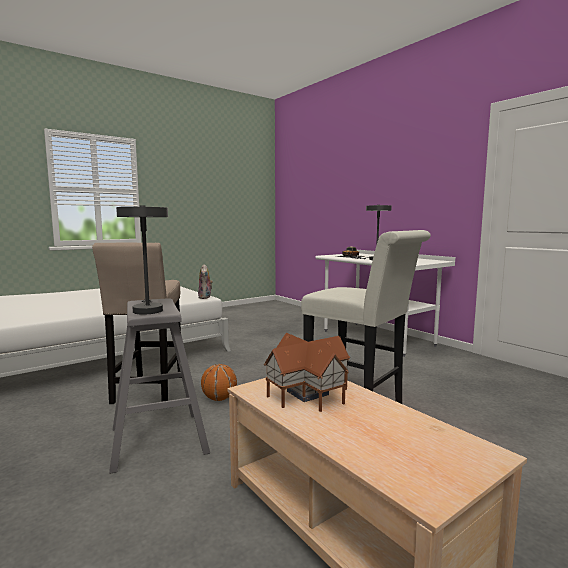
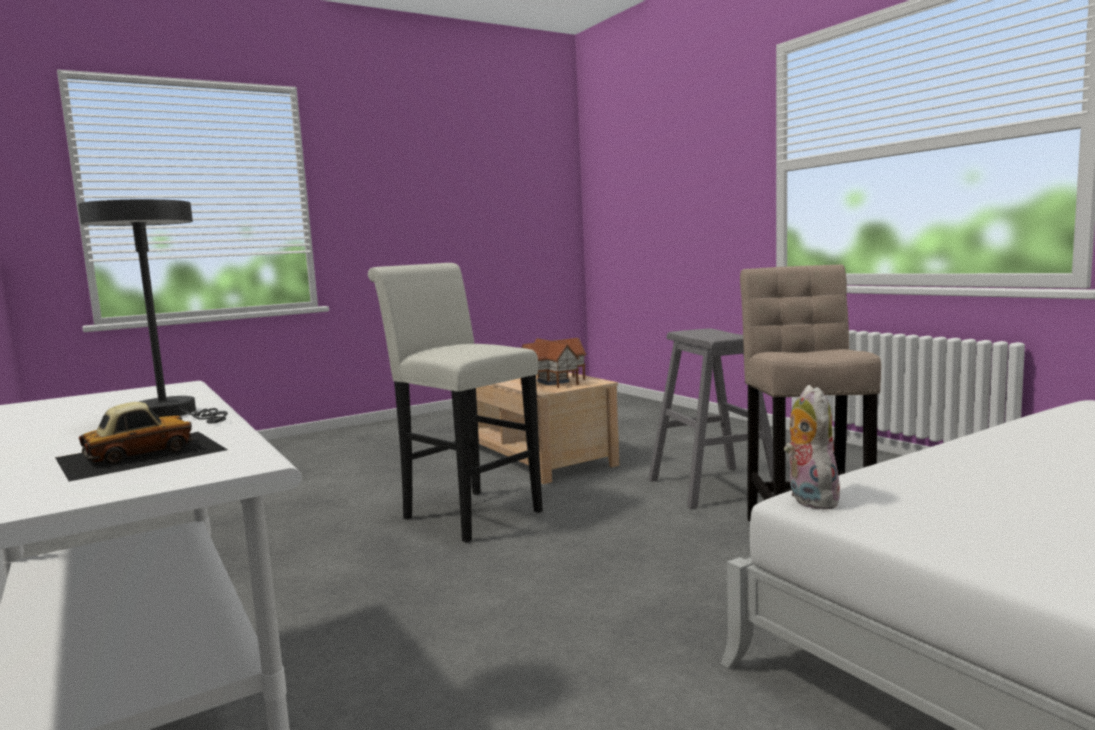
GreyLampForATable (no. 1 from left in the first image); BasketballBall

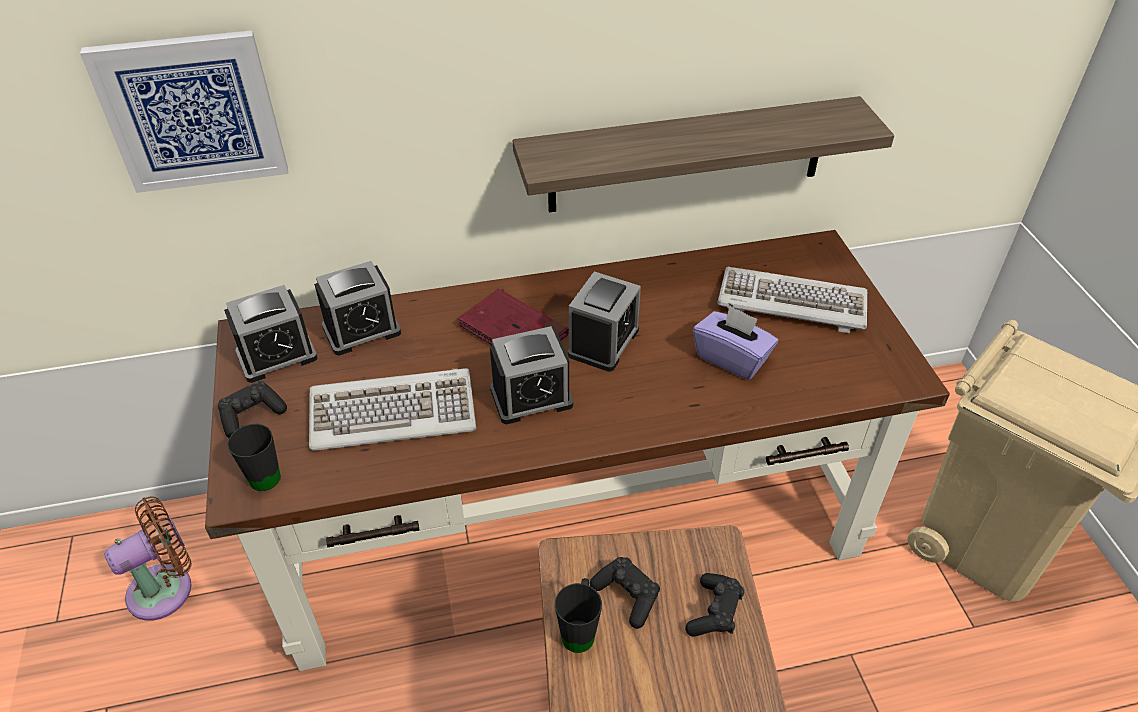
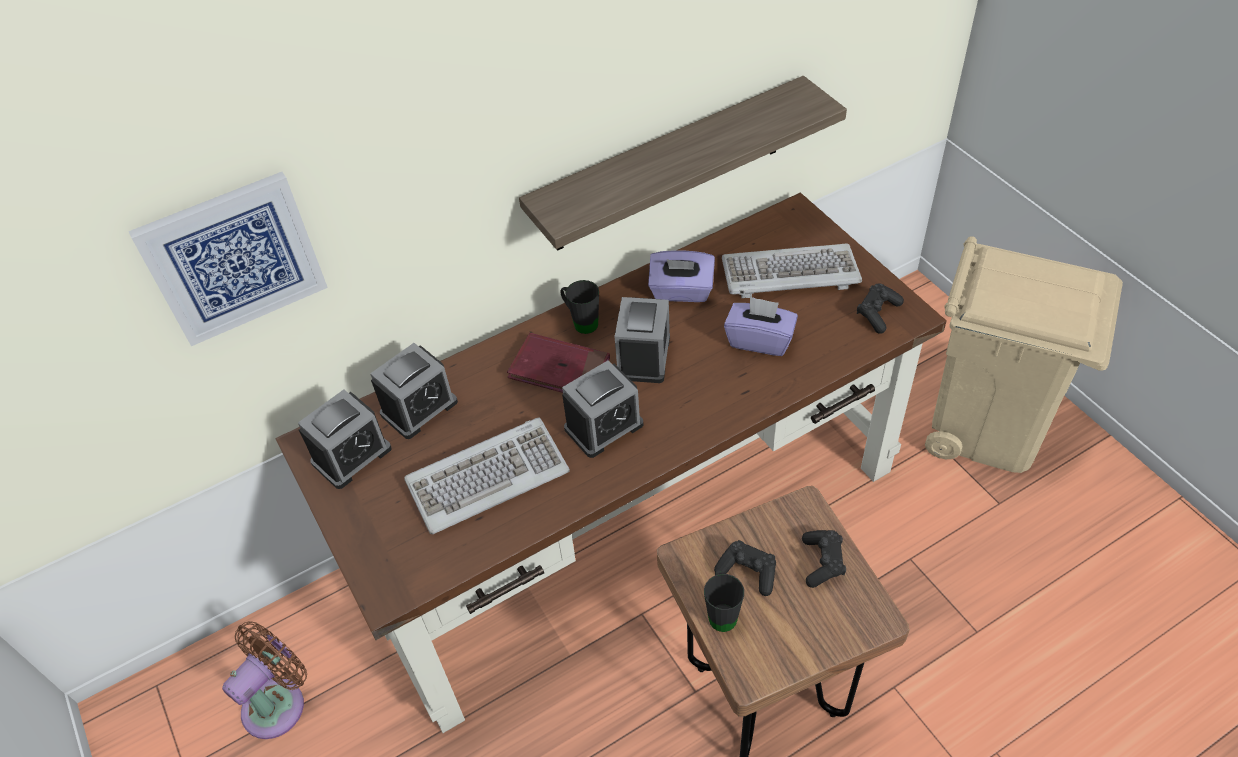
BlackCoffeeMug (no. 1 from left); PurpleColouredBoxOfTissues (no. 1 from left); BlackGameController (no. 3 from left)

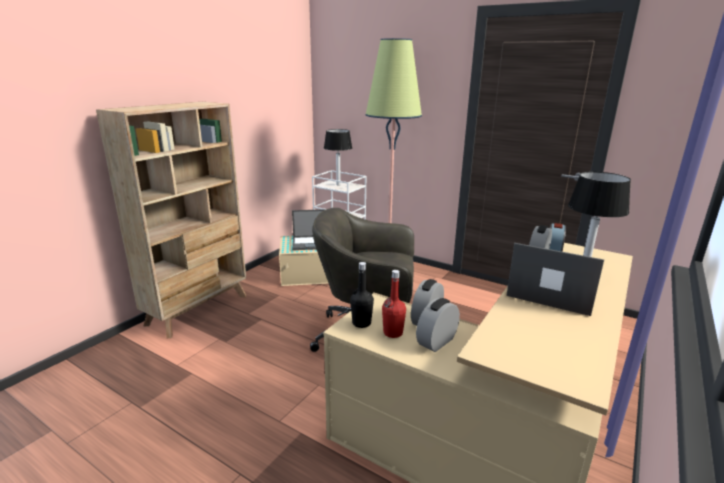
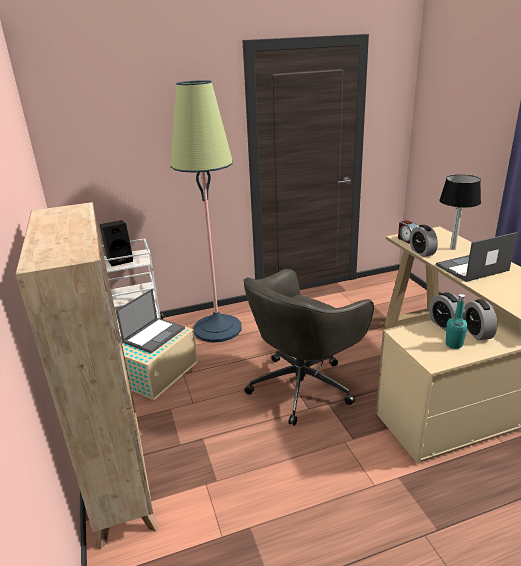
BlackSpeaker; TurquoiseColouredBeverageBottle; BlackBeverageBottle

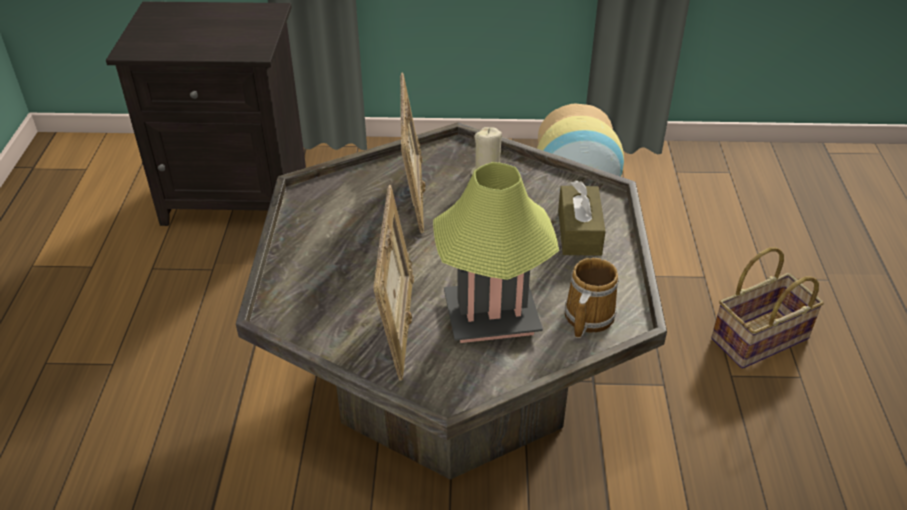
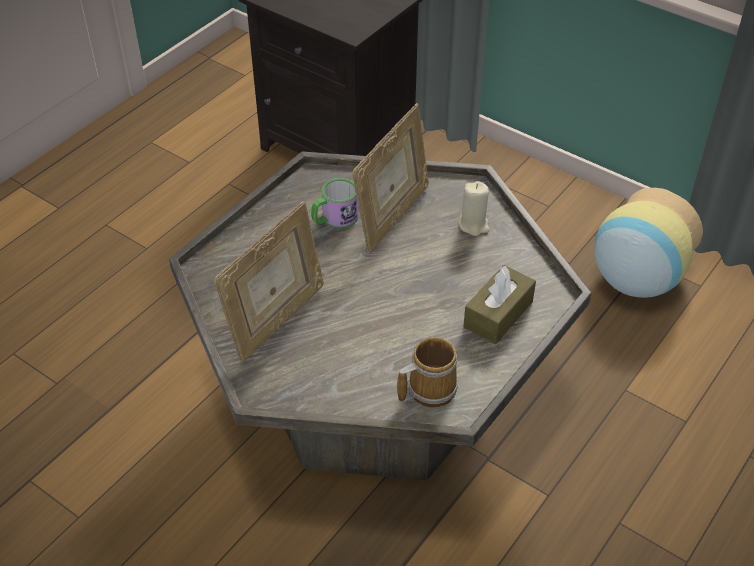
CoffeeMug (no. 1 from left); LampForATable; HouseholdBasket

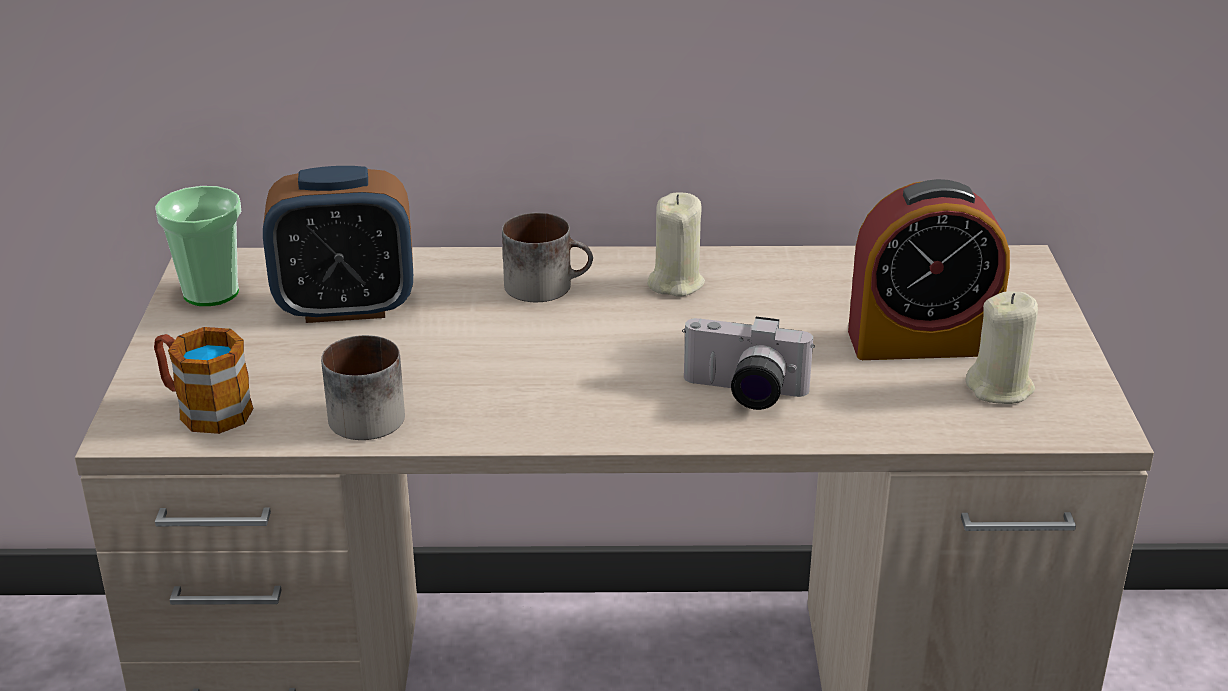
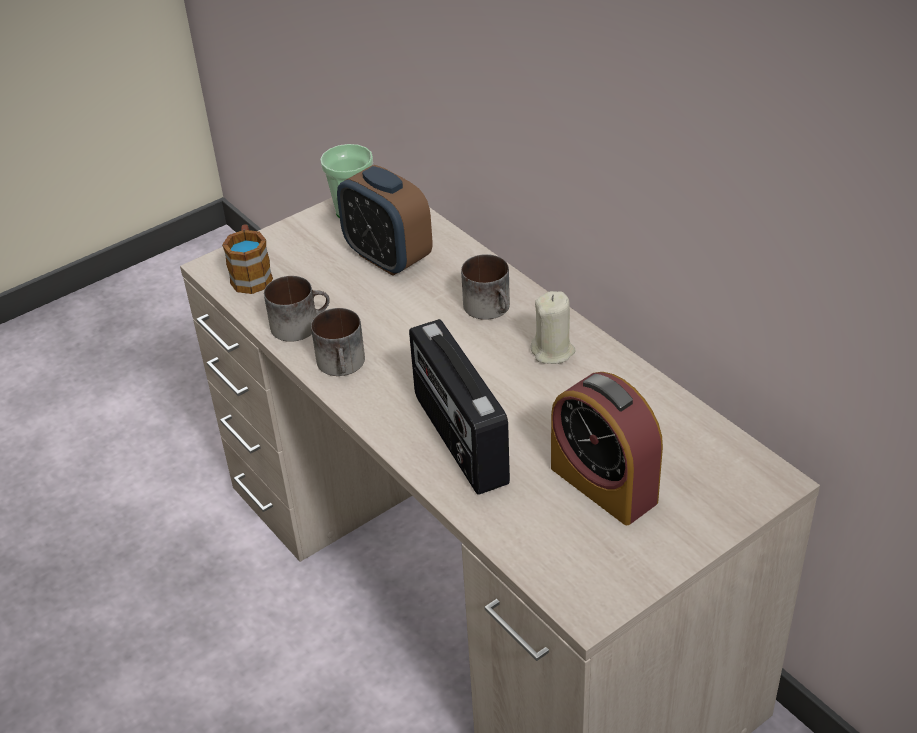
CoffeeMug (no. 3 from left); RadioSet; BeigeWaxLight (no. 2 from left in the first image)

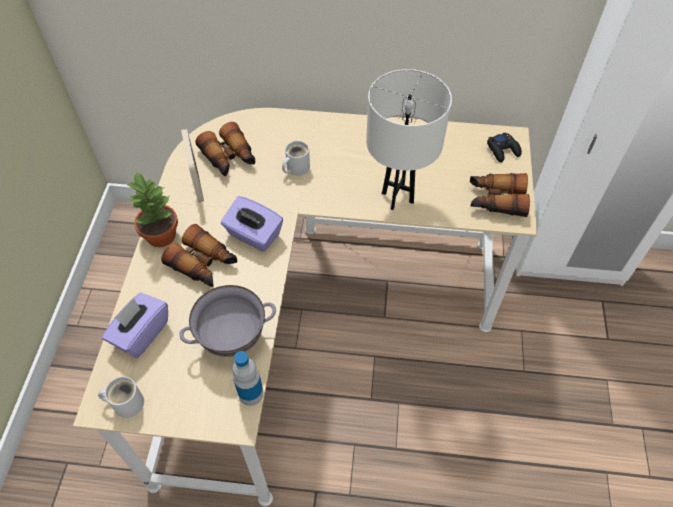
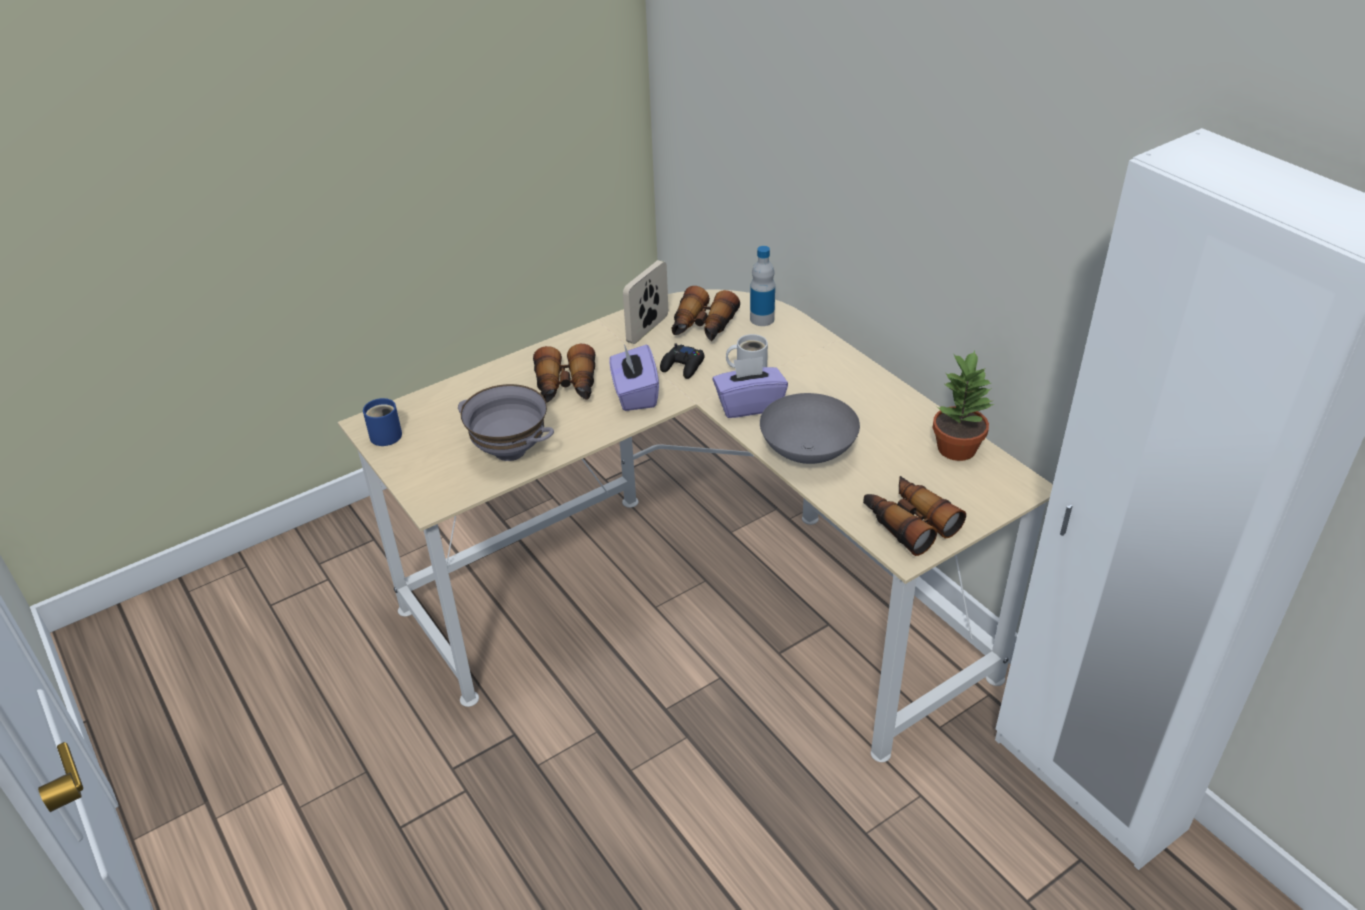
BluishCoffeeMug; BlackGameController; PurpleColouredBoxOfTissues (no. 2 from left); BeverageBottle; GreyBowl (no. 2 from left); Houseplant

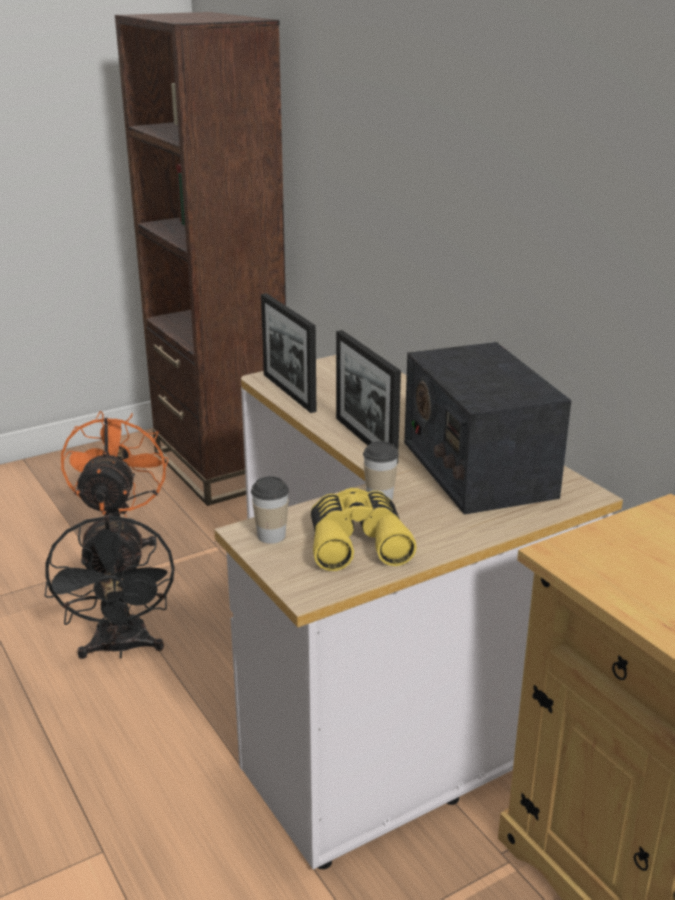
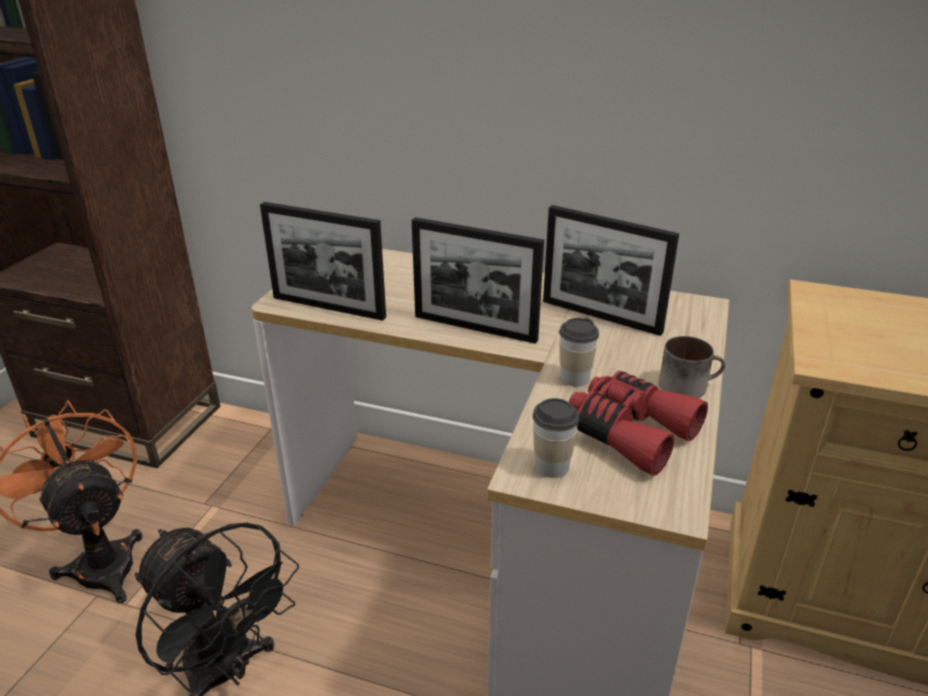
StandingFrame (no. 3 from left); ReddishBinoculars; CoffeeMug

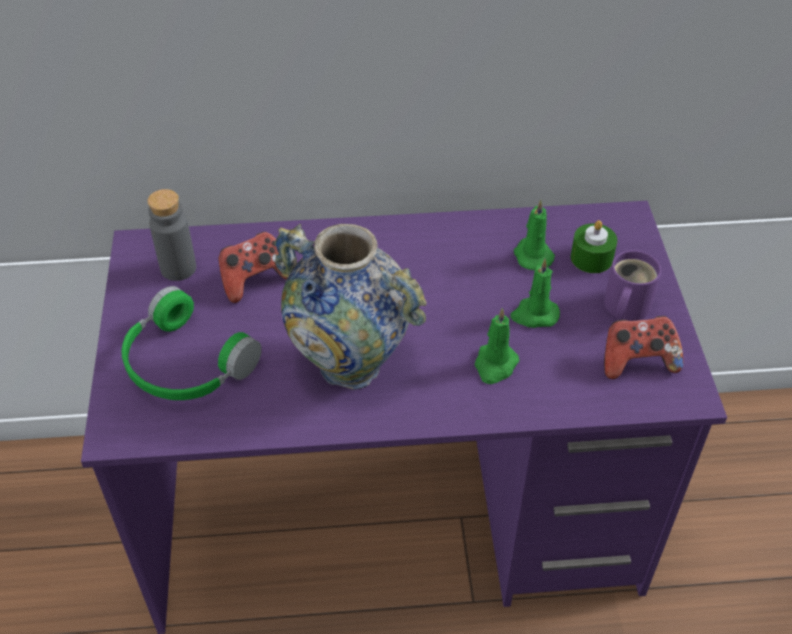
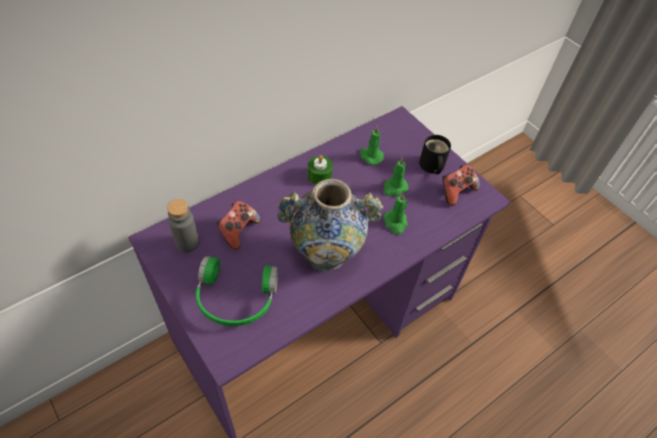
GreenColouredWaxLight (no. 1 from left); BlackCoffeeMug

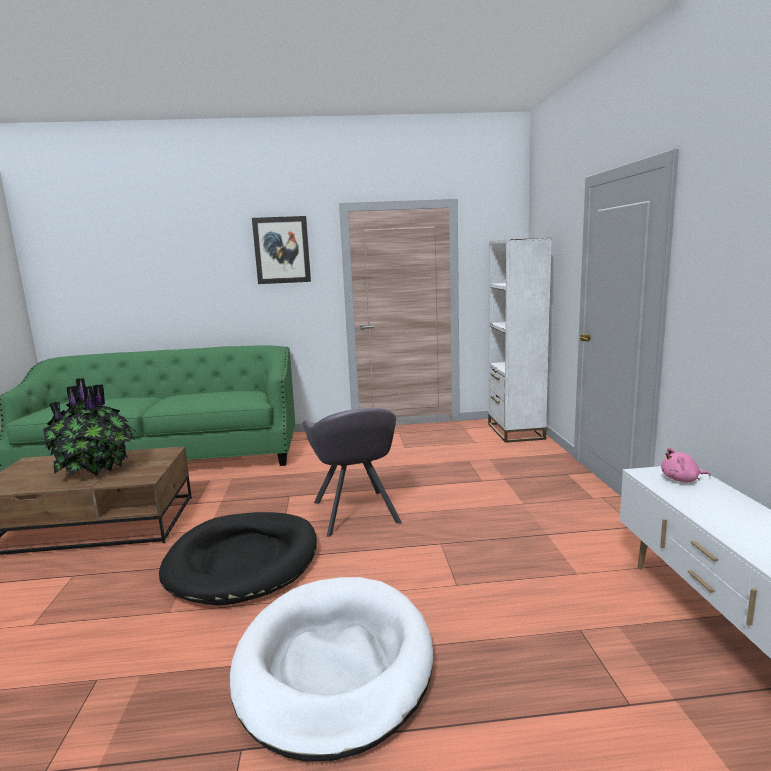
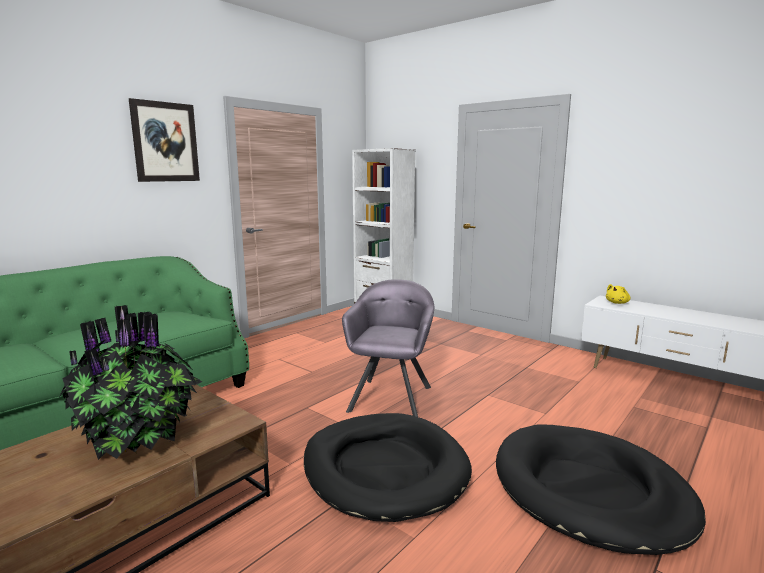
GreyLoungeChair; BlackPetBed (no. 2 from left); YellowColouredSoftToy

